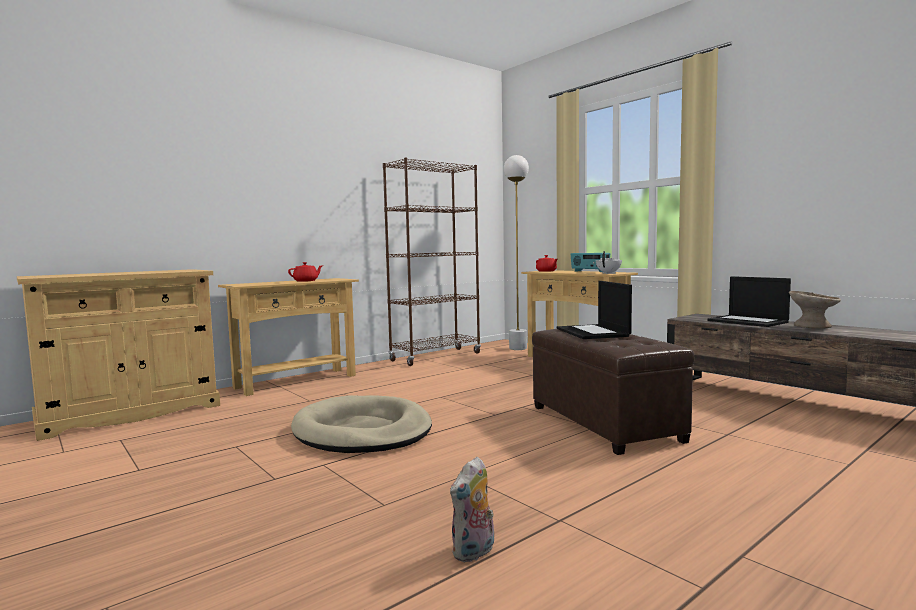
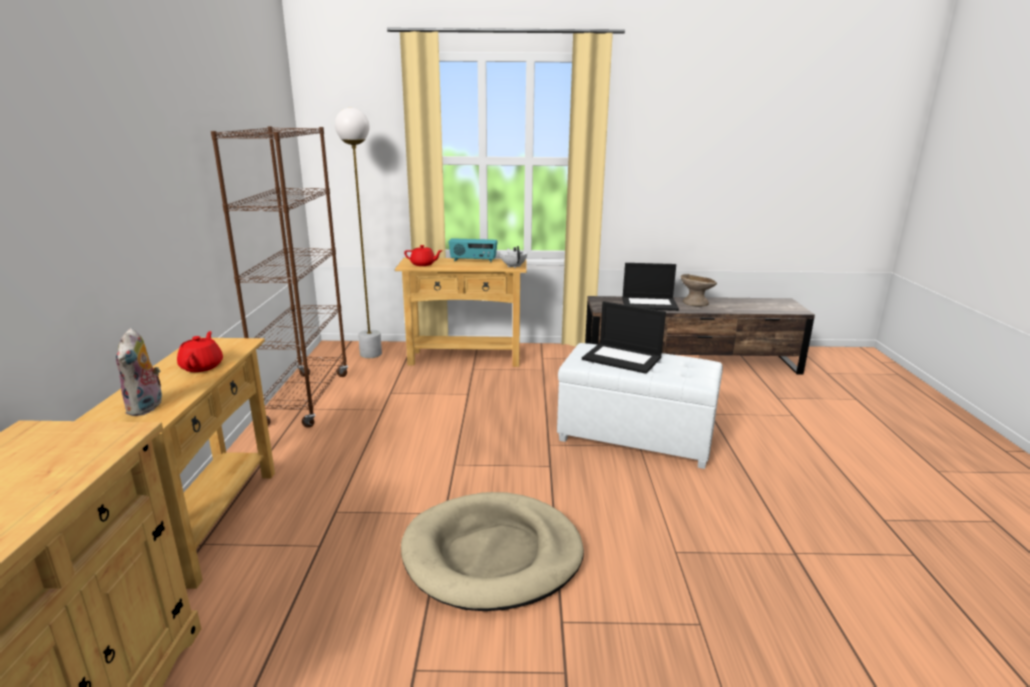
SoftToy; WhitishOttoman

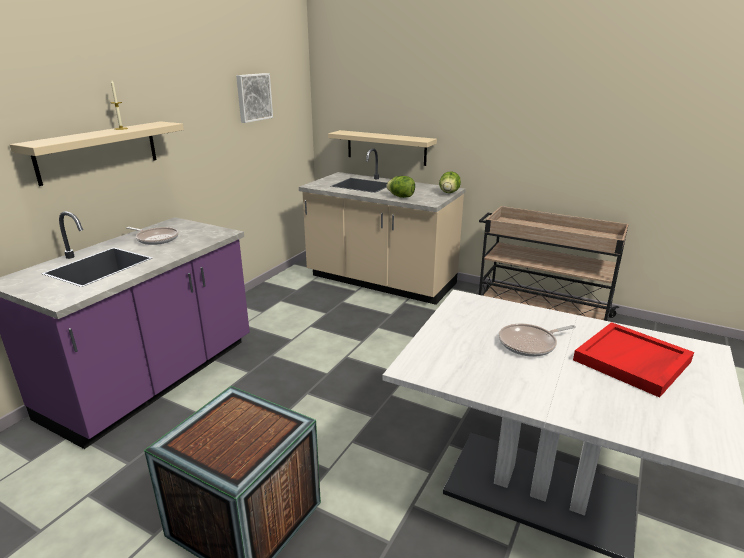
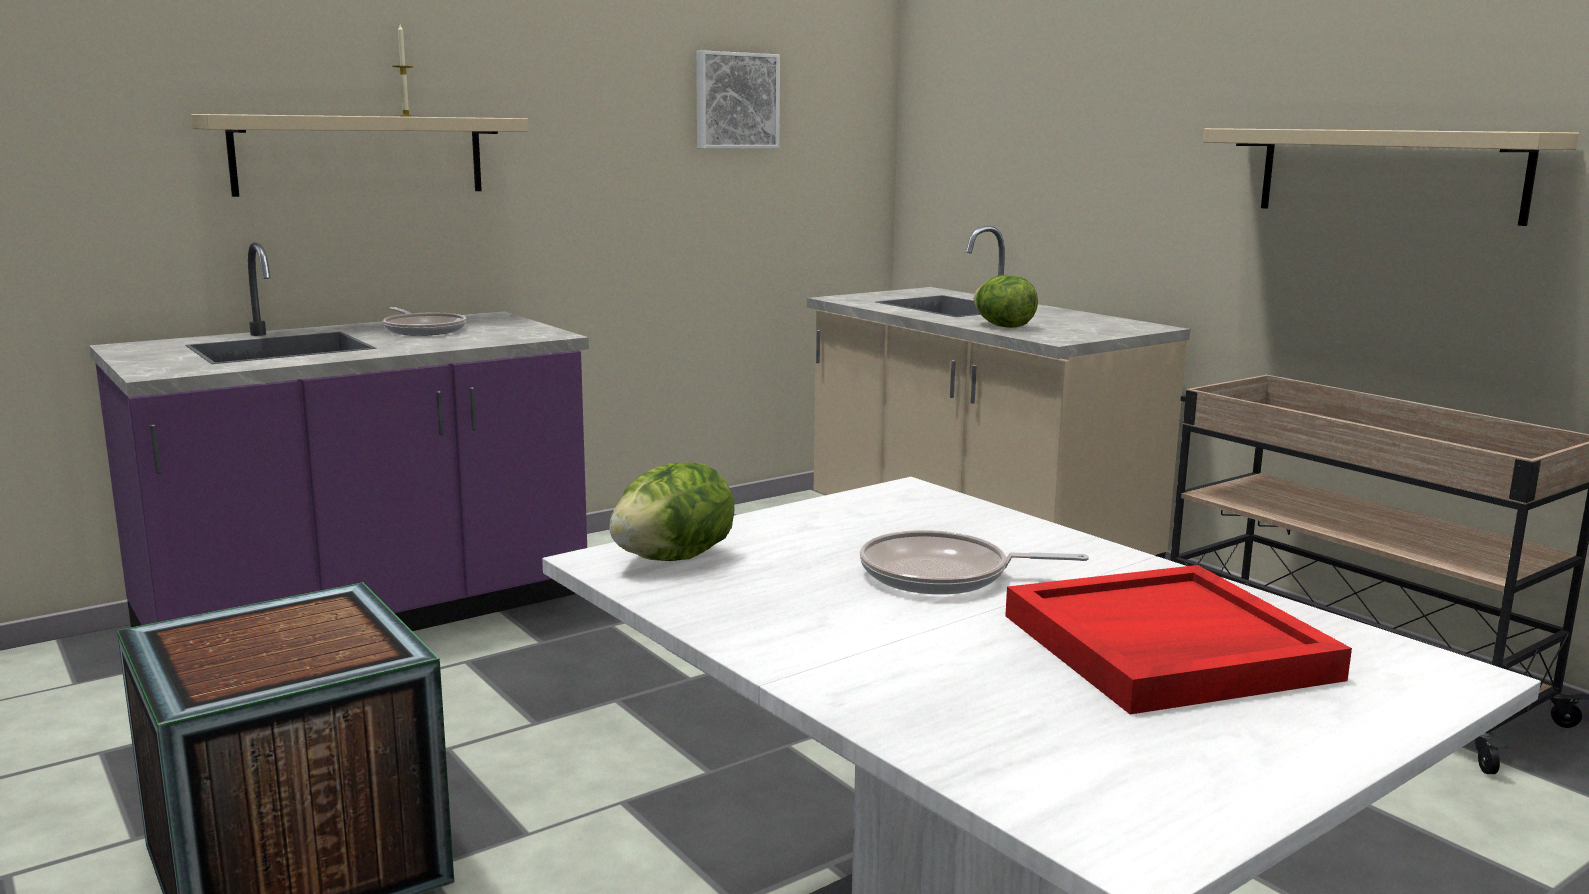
Lettuce (no. 1 from left); BeigeBracketShelf (no. 2 from left)

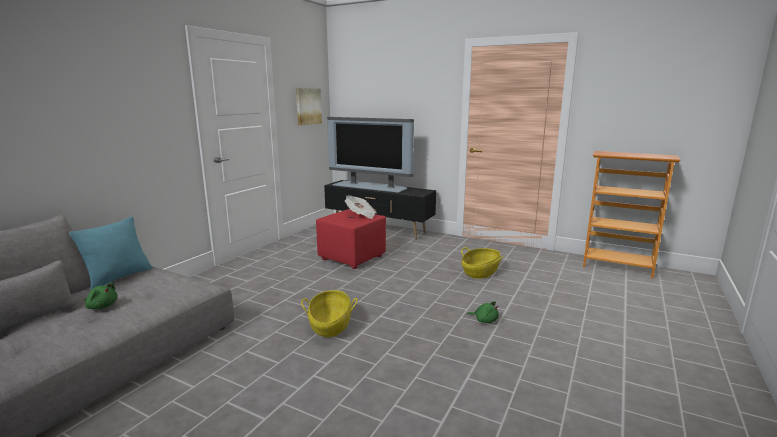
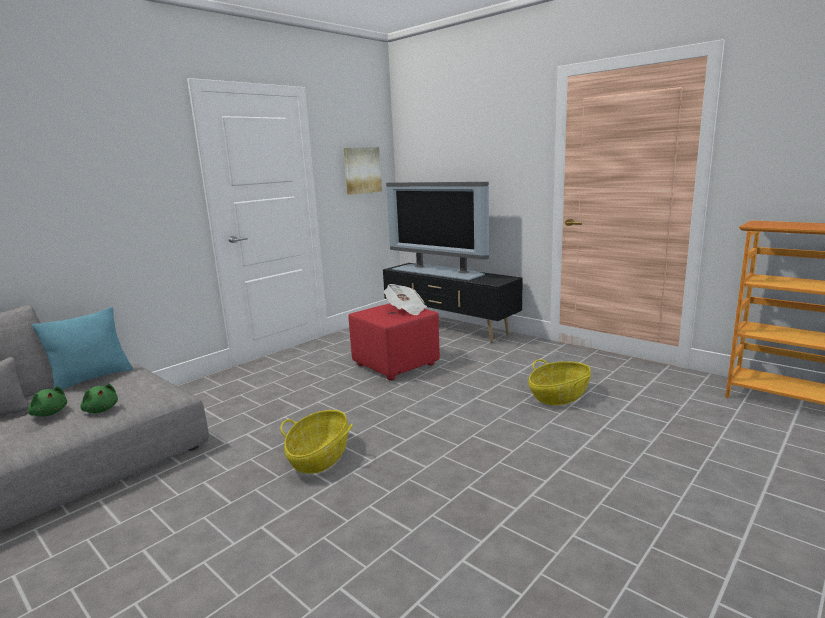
GreenColouredSoftToy (no. 2 from left)

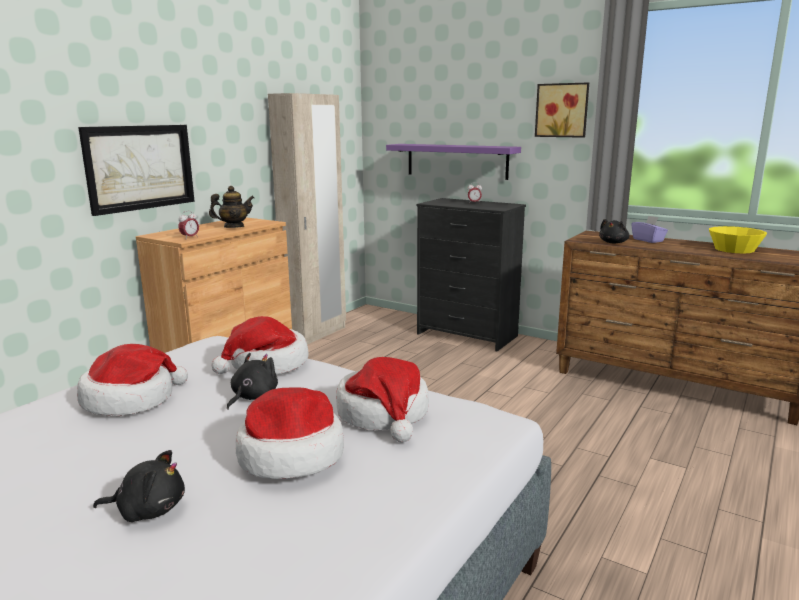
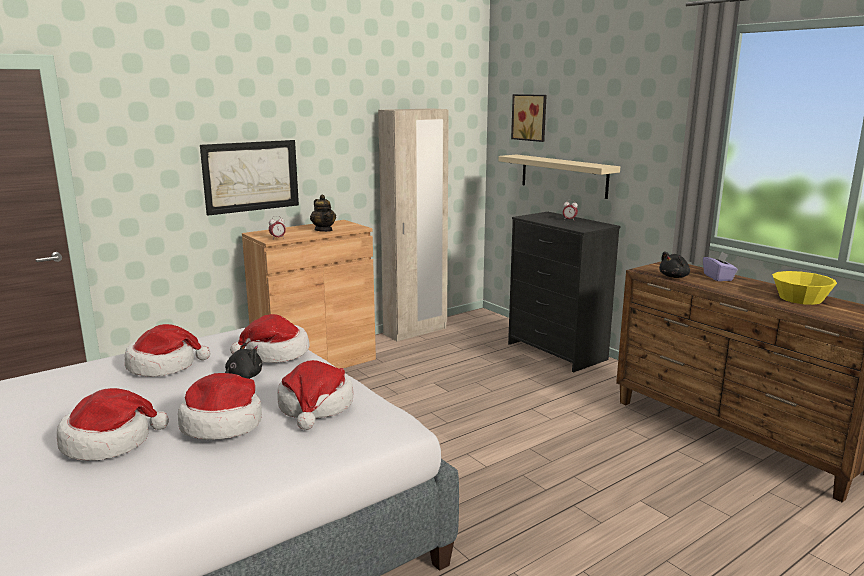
ClothingHat (no. 1 from left); TeaPot; BeigeBracketShelf; WallArt (no. 2 from left)

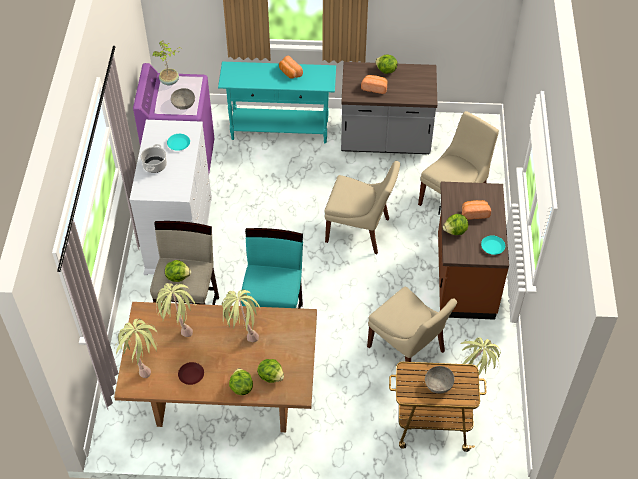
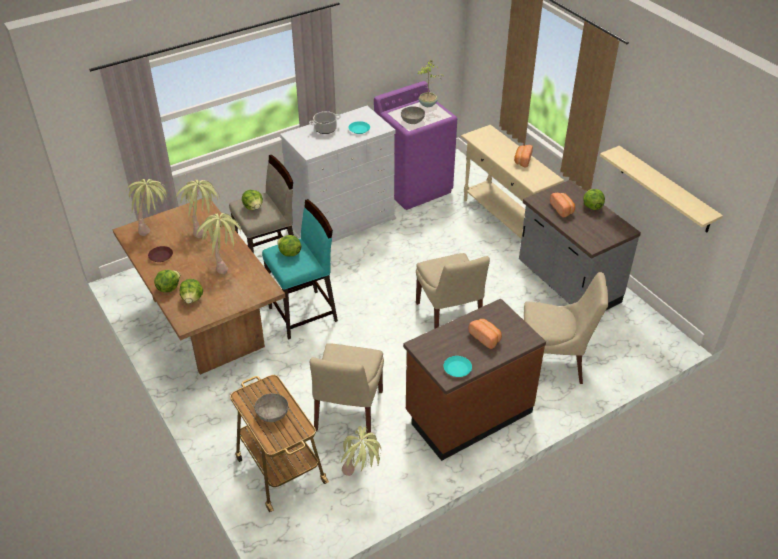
Lettuce (no. 4 from left); BeigeHallTable; BeigeBracketShelf

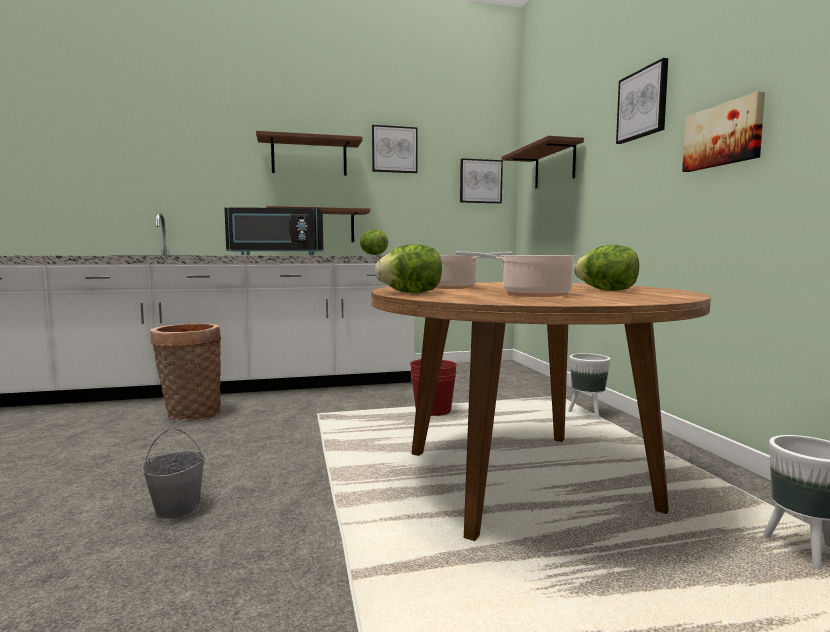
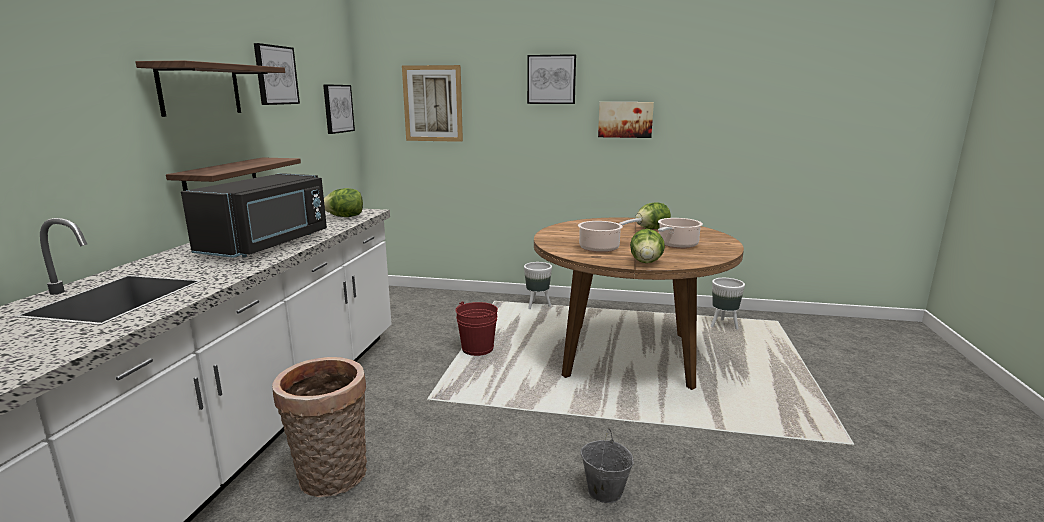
WallArt (no. 3 from left)

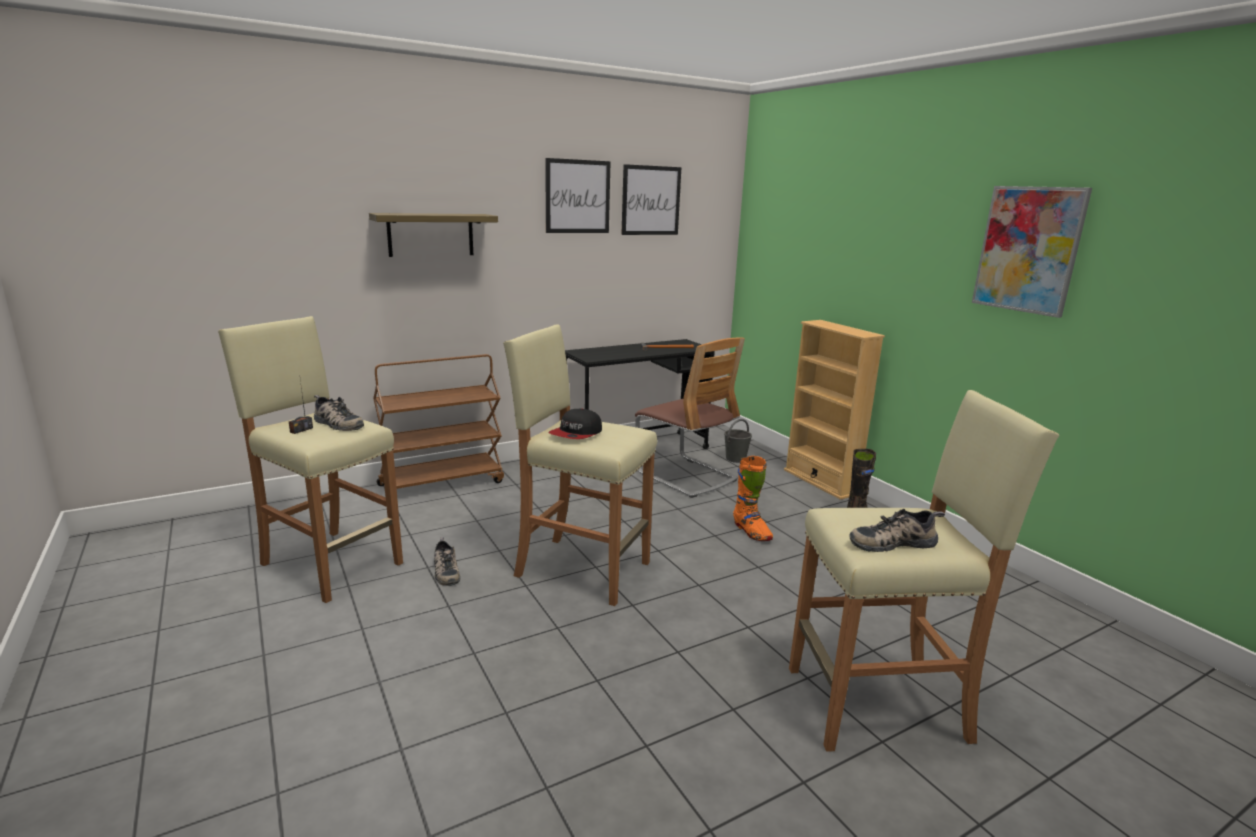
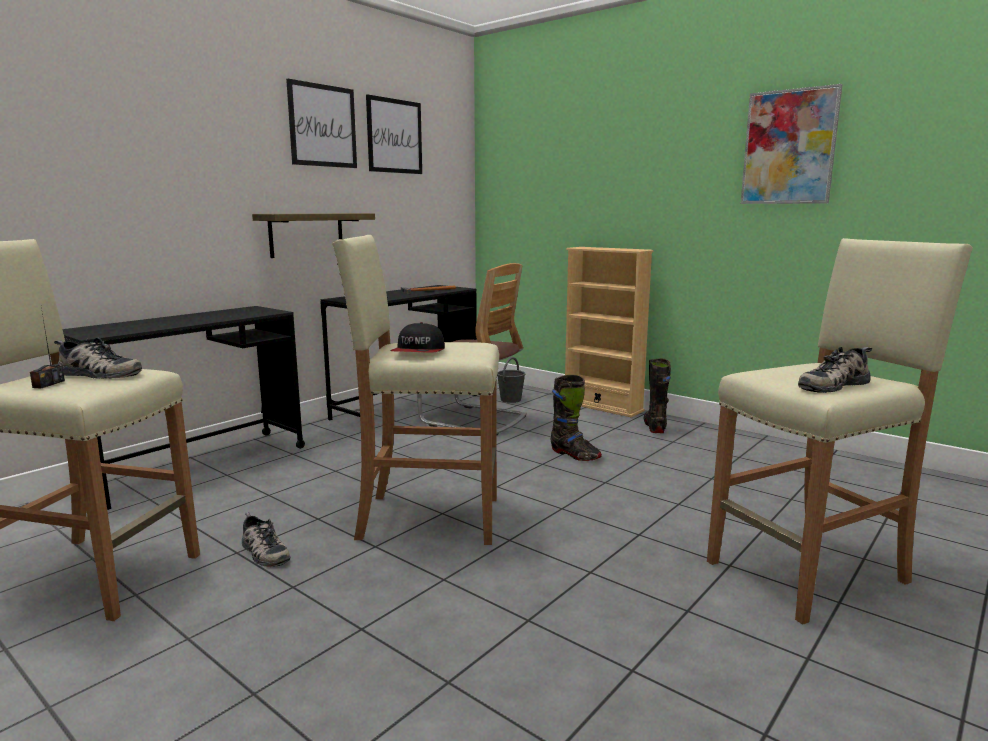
BlackDesk (no. 1 from left); BracketShelf; BlackHighTopBoot (no. 1 from left)

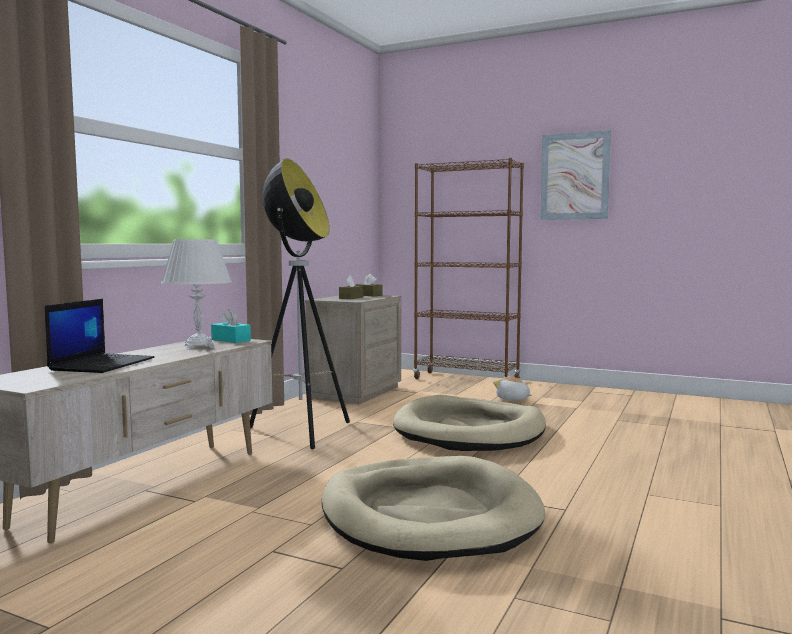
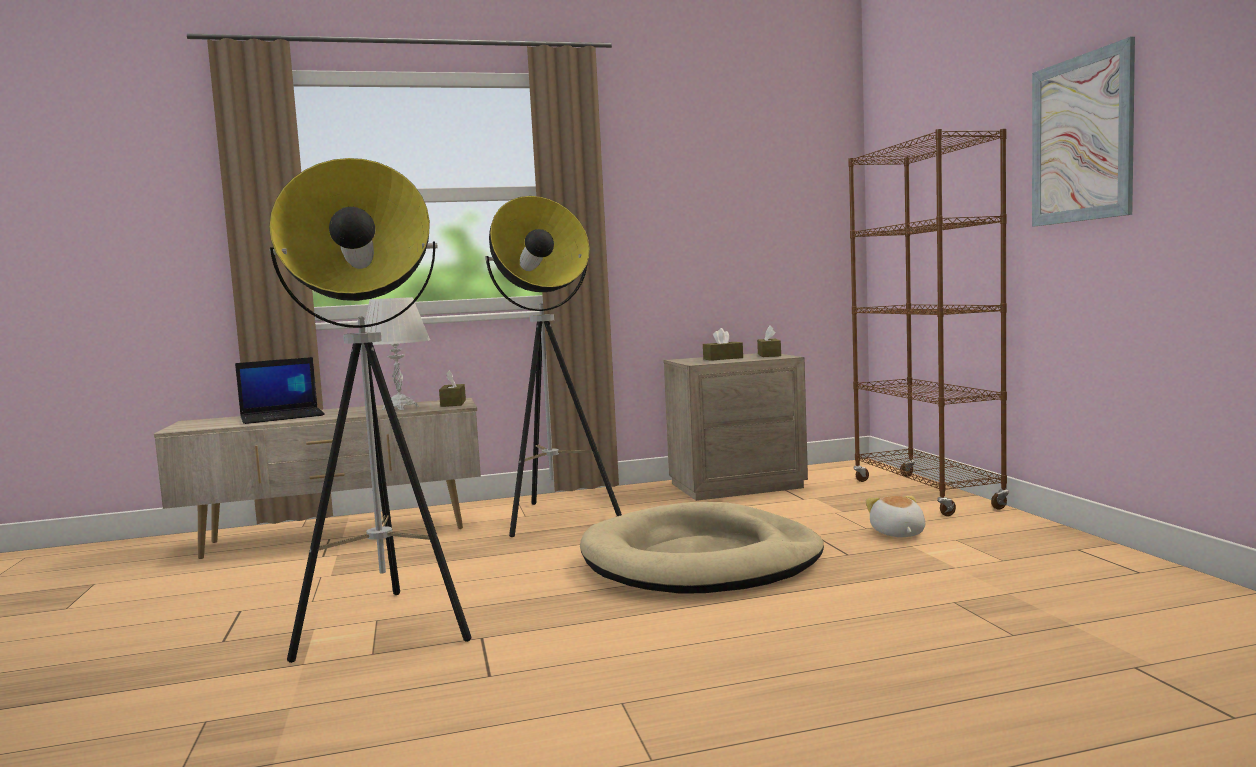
FloorLamp (no. 1 from left); BrownishBoxOfTissues (no. 1 from left)

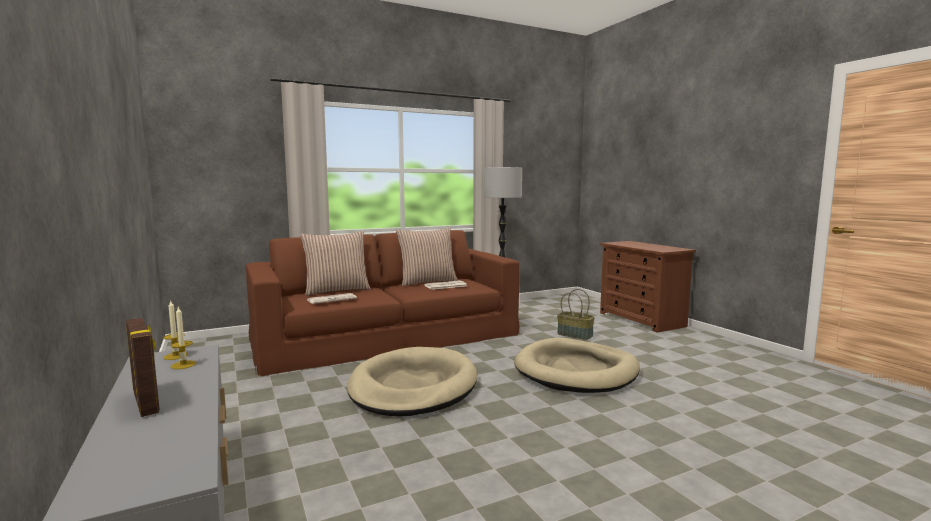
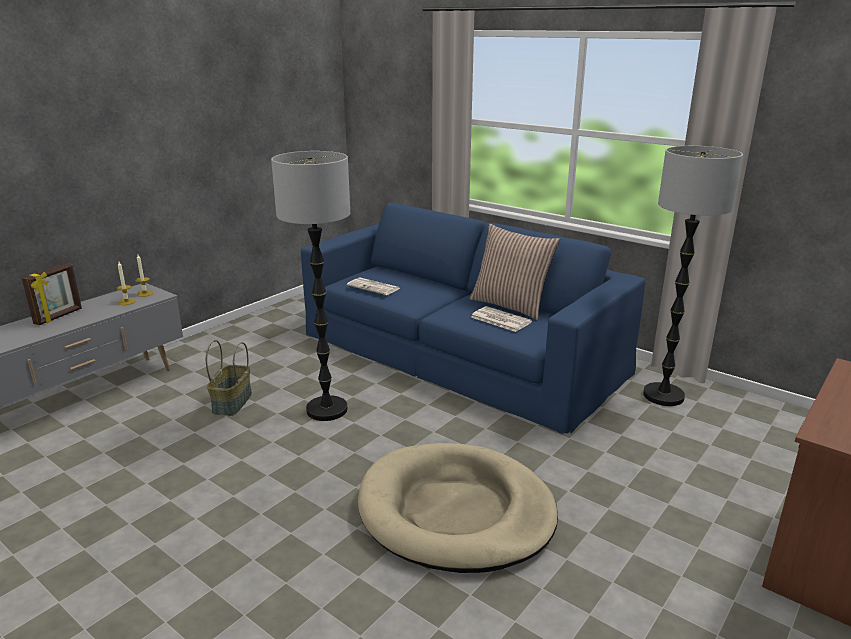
HouseholdBasket; FloorLamp (no. 1 from left); BluishSofa; Cushion (no. 1 from left in the first image)

